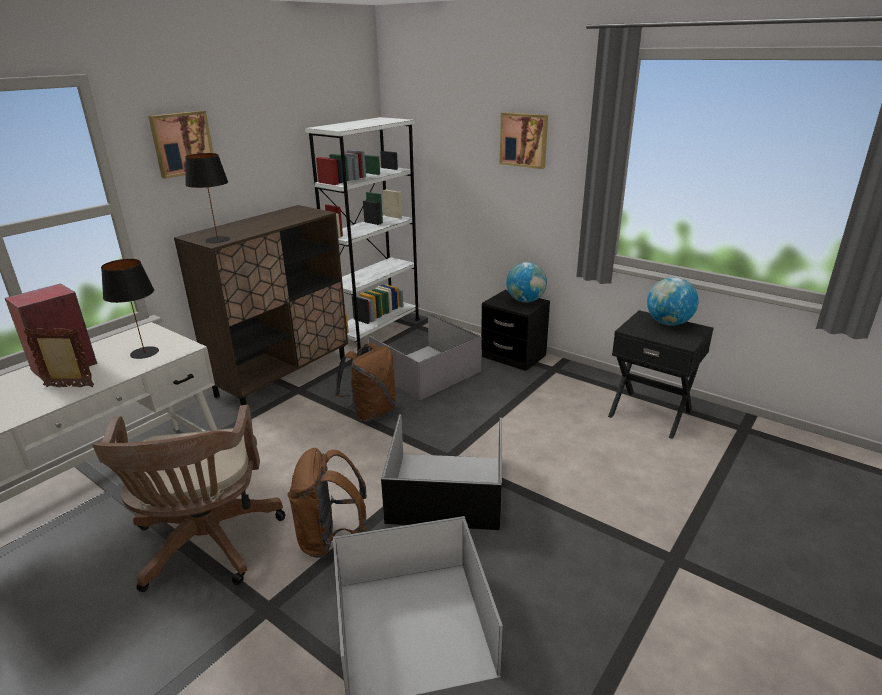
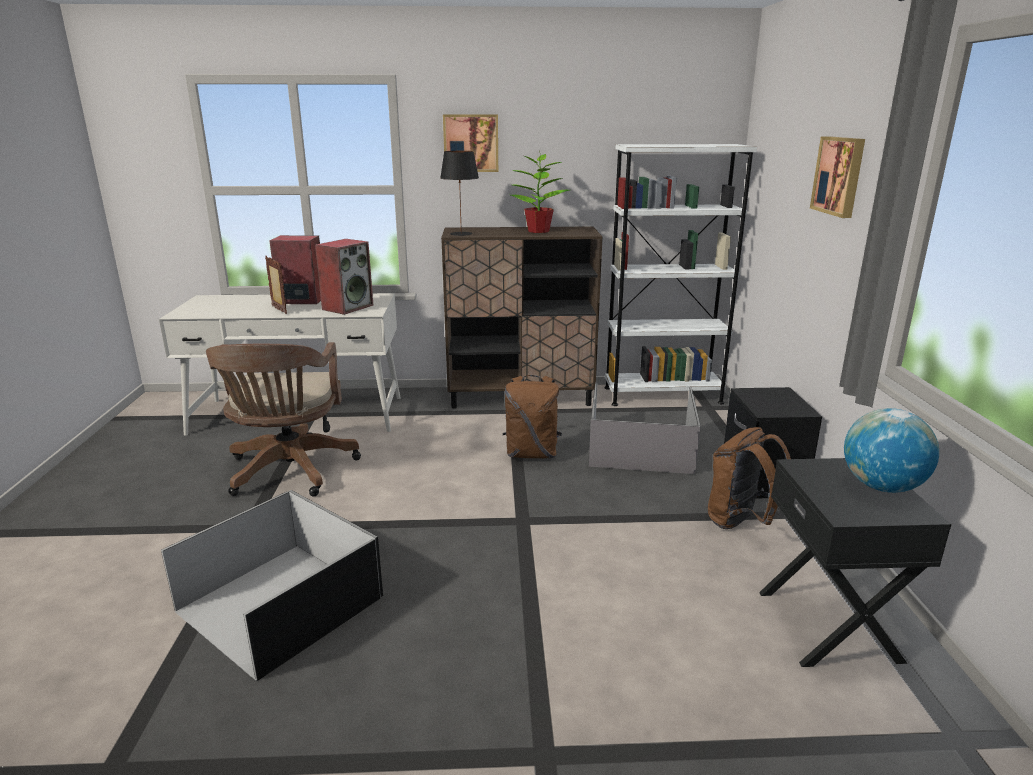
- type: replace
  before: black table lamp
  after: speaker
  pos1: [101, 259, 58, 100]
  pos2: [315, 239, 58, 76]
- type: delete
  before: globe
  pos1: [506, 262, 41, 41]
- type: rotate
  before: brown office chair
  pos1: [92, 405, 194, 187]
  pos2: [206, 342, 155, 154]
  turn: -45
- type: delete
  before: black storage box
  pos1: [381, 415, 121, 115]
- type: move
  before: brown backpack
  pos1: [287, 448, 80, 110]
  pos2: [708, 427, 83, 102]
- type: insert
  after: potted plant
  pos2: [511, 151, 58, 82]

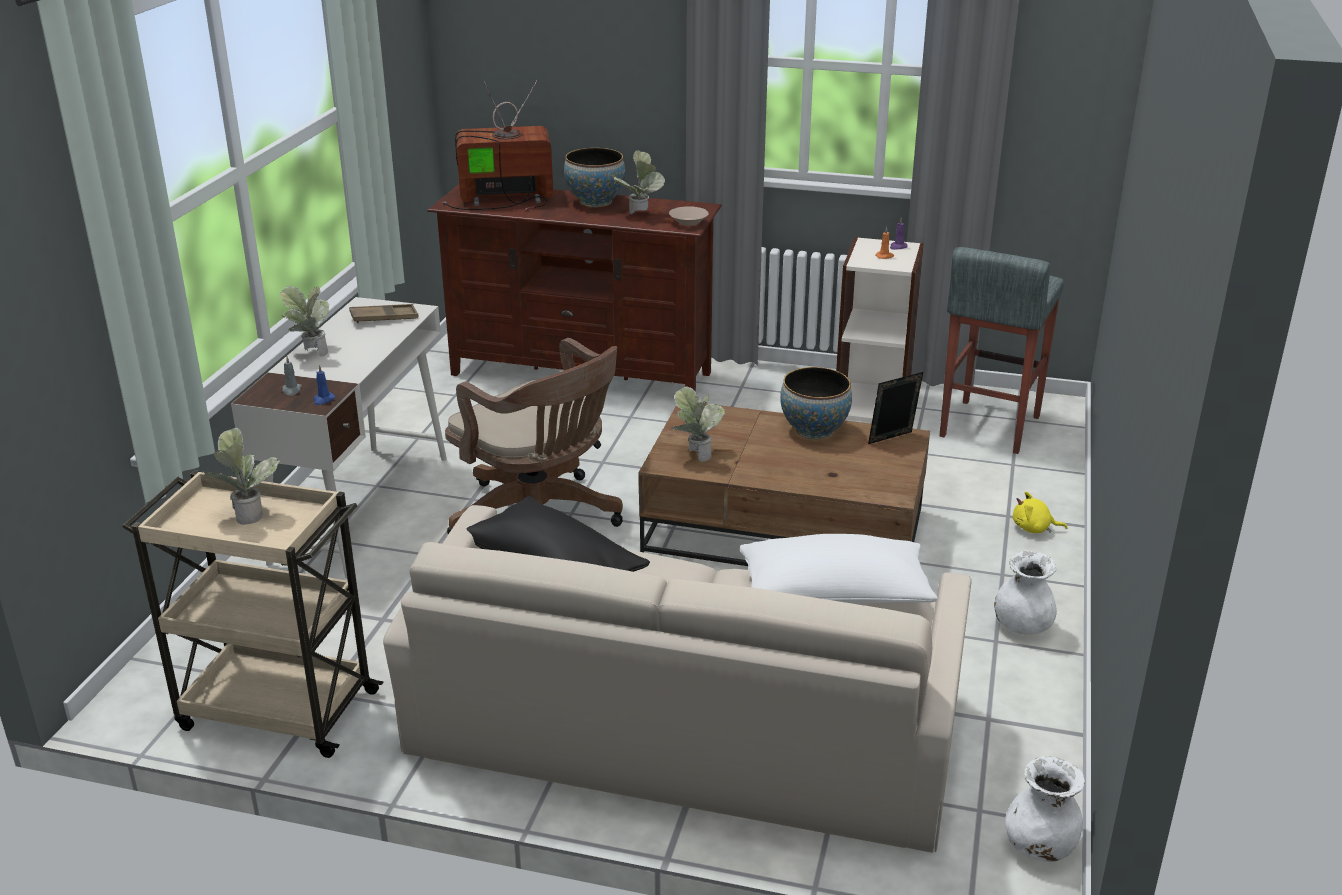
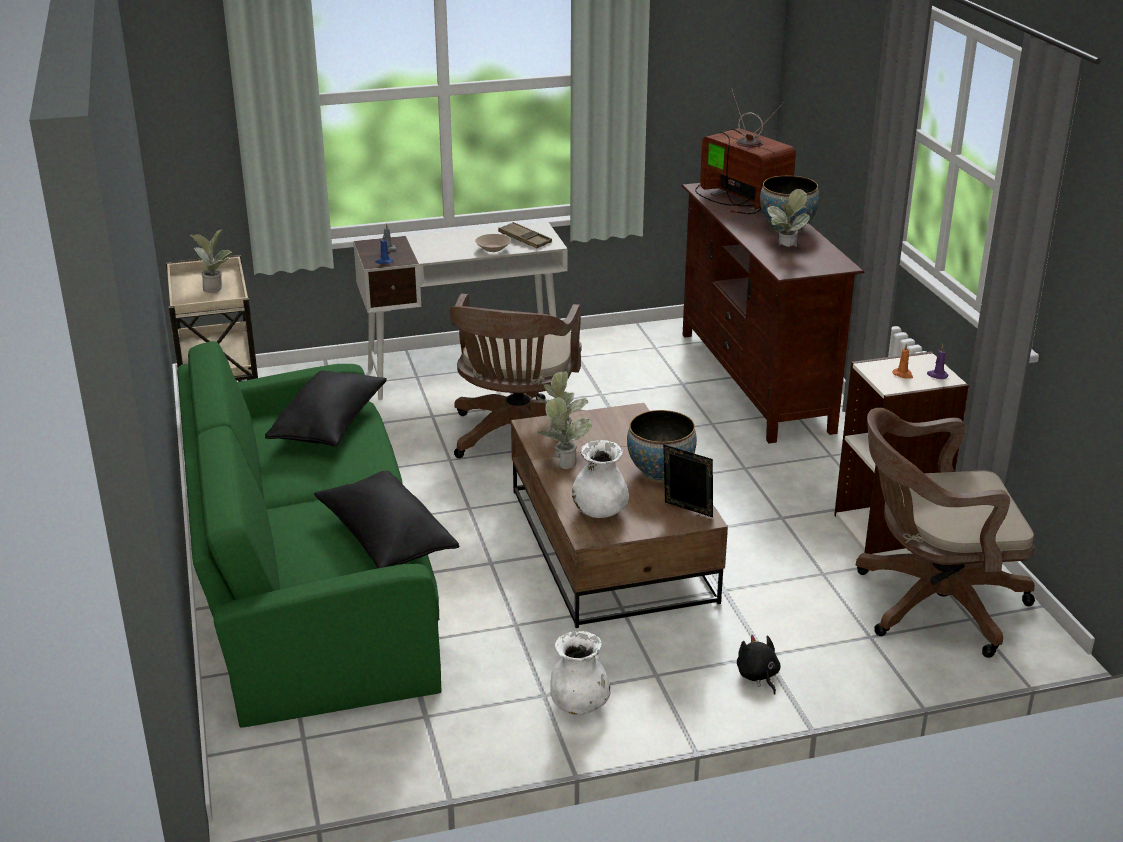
- type: move
  before: beige bowl
  pos1: [669, 206, 40, 20]
  pos2: [475, 234, 36, 18]
- type: replace
  before: grey stool
  after: brown office chair
  pos1: [939, 247, 125, 207]
  pos2: [856, 408, 179, 250]
- type: move
  before: potted plant
  pos1: [280, 286, 49, 70]
  pos2: [538, 397, 54, 72]
- type: recolor
  before: yellow plush toy
  after: black plush toy
  pos1: [1013, 491, 54, 42]
  pos2: [737, 635, 44, 60]
- type: recolor
  before: beige sofa
  after: green sofa
  pos1: [383, 505, 589, 348]
  pos2: [177, 341, 264, 387]
- type: recolor
  before: white pillow
  after: black pillow
  pos1: [740, 534, 198, 70]
  pos2: [314, 471, 146, 98]
- type: move
  before: white vase
  pos1: [1005, 756, 80, 106]
  pos2: [572, 440, 57, 78]

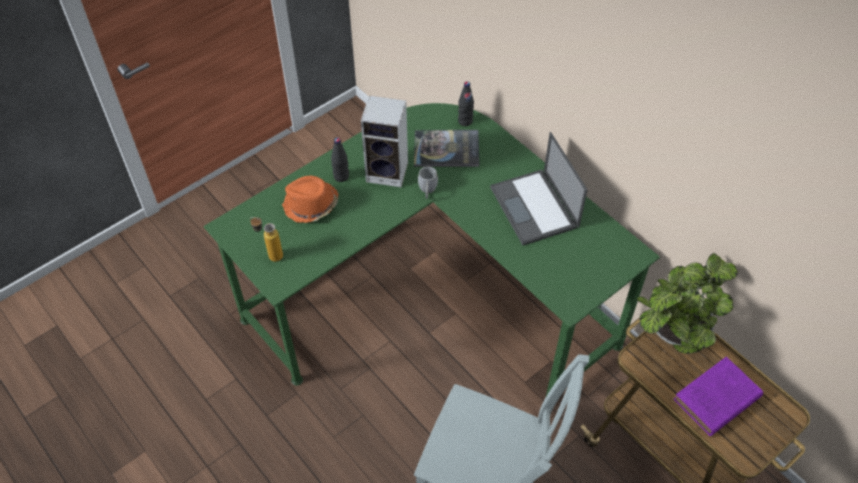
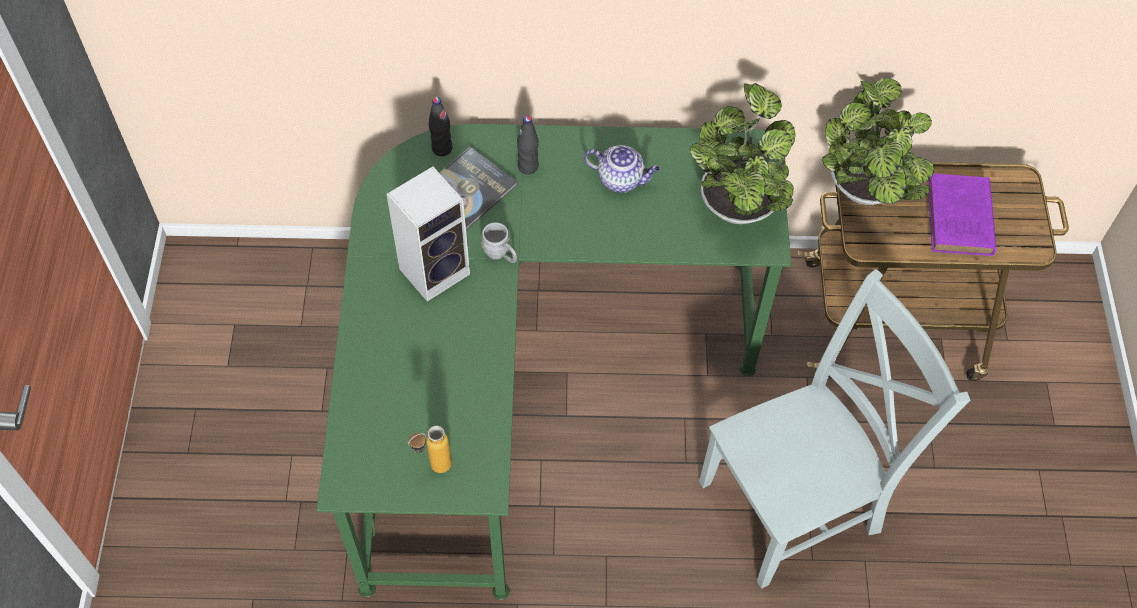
- type: replace
  before: laptop
  after: teapot
  pos1: [490, 132, 98, 114]
  pos2: [584, 145, 76, 48]
- type: move
  before: black bottle
  pos1: [331, 138, 18, 44]
  pos2: [517, 115, 22, 59]
- type: delete
  before: orange hat
  pos1: [282, 176, 56, 47]
- type: insert
  after: potted plant
  pos2: [690, 83, 105, 141]

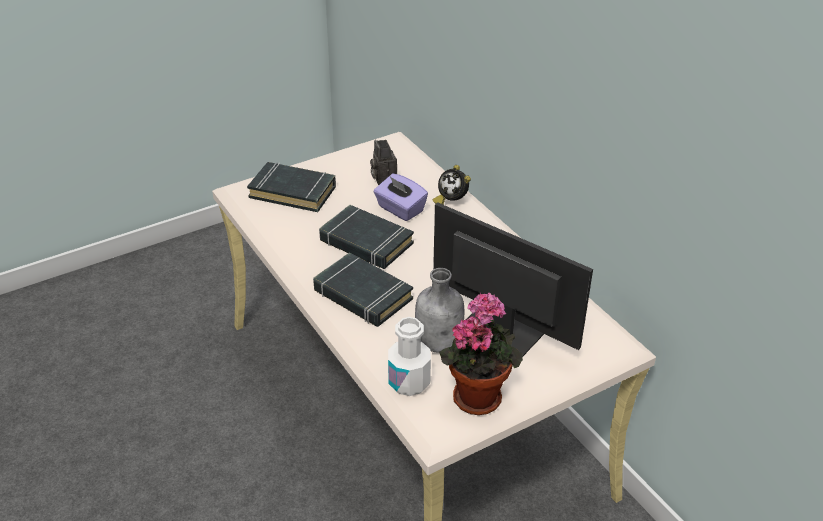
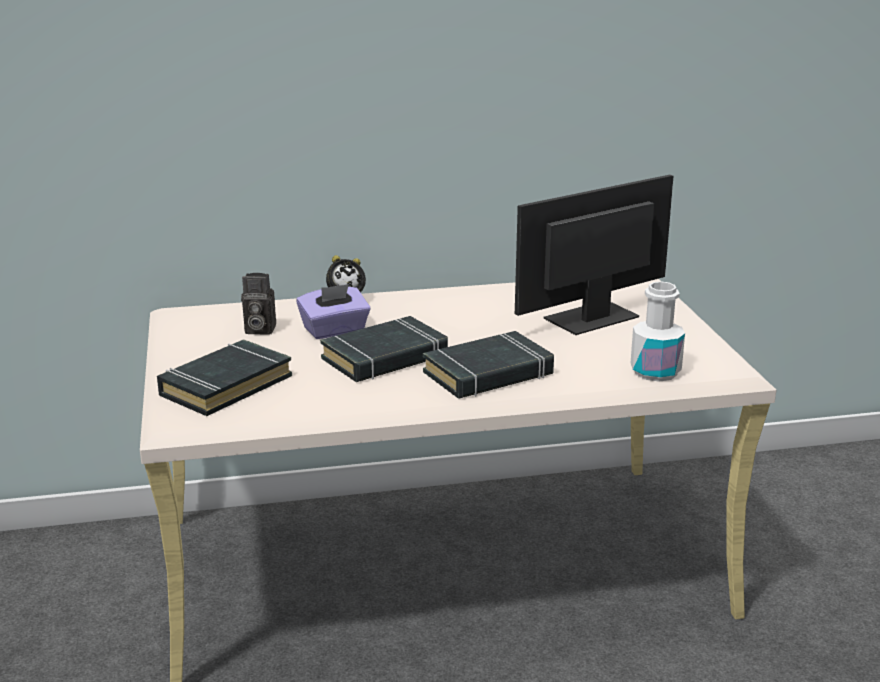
- type: delete
  before: grey bottle
  pos1: [415, 268, 49, 85]
- type: delete
  before: potted plant
  pos1: [439, 293, 84, 122]

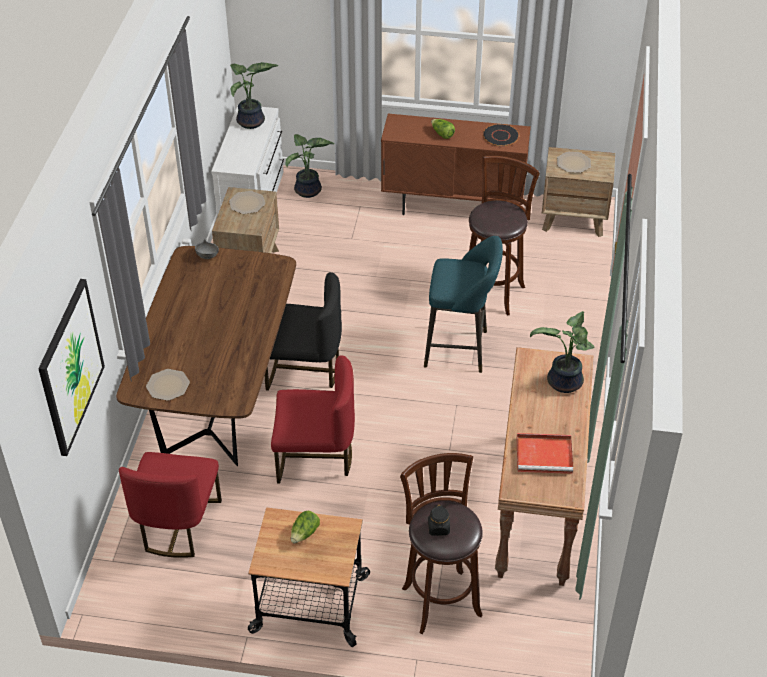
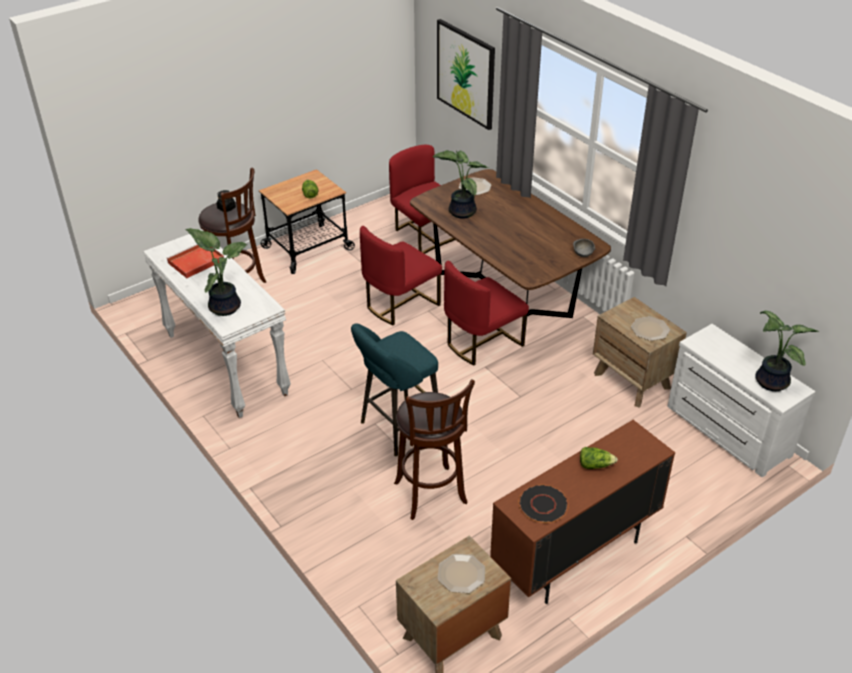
- type: move
  before: potted plant
  pos1: [286, 134, 48, 64]
  pos2: [433, 150, 56, 69]
- type: recolor
  before: black chair
  after: red chair
  pos1: [264, 272, 78, 119]
  pos2: [444, 261, 85, 104]
- type: recolor
  before: brown console table
  after: white console table
  pos1: [495, 347, 98, 239]
  pos2: [143, 229, 148, 189]

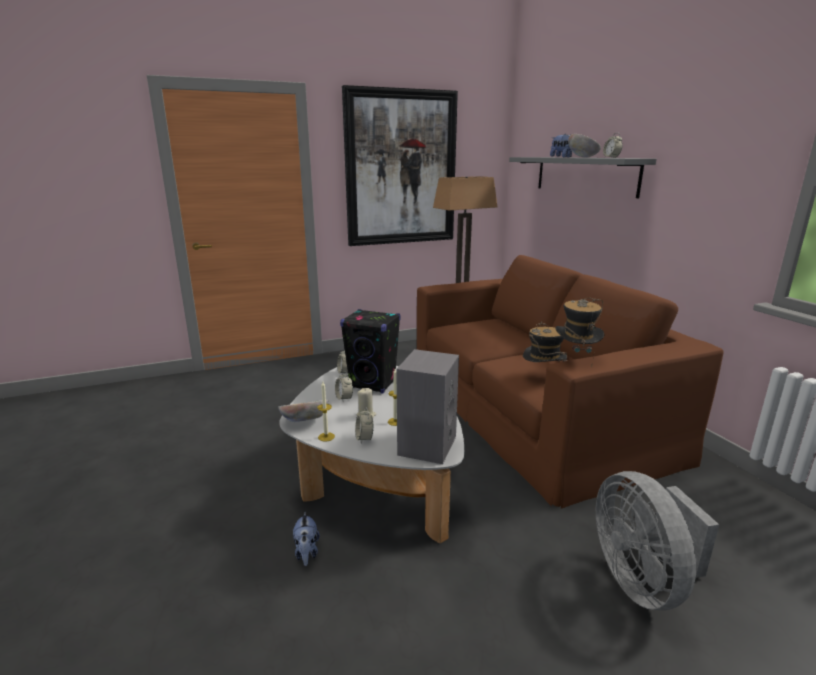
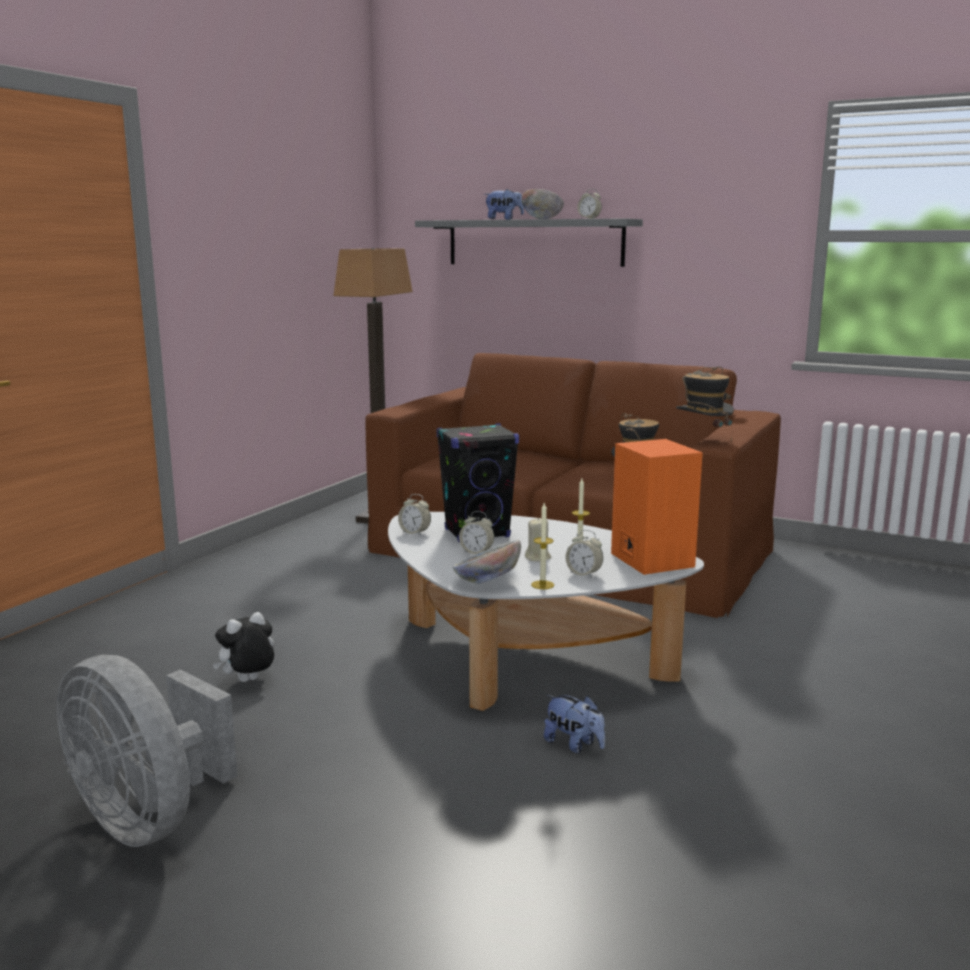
- type: delete
  before: picture
  pos1: [342, 85, 116, 161]
- type: recolor
  before: grey speaker
  after: orange speaker
  pos1: [397, 349, 62, 115]
  pos2: [611, 439, 92, 136]
- type: move
  before: grey fan
  pos1: [596, 471, 123, 140]
  pos2: [57, 655, 180, 192]
- type: insert
  after: plush toy
  pos2: [213, 612, 61, 70]

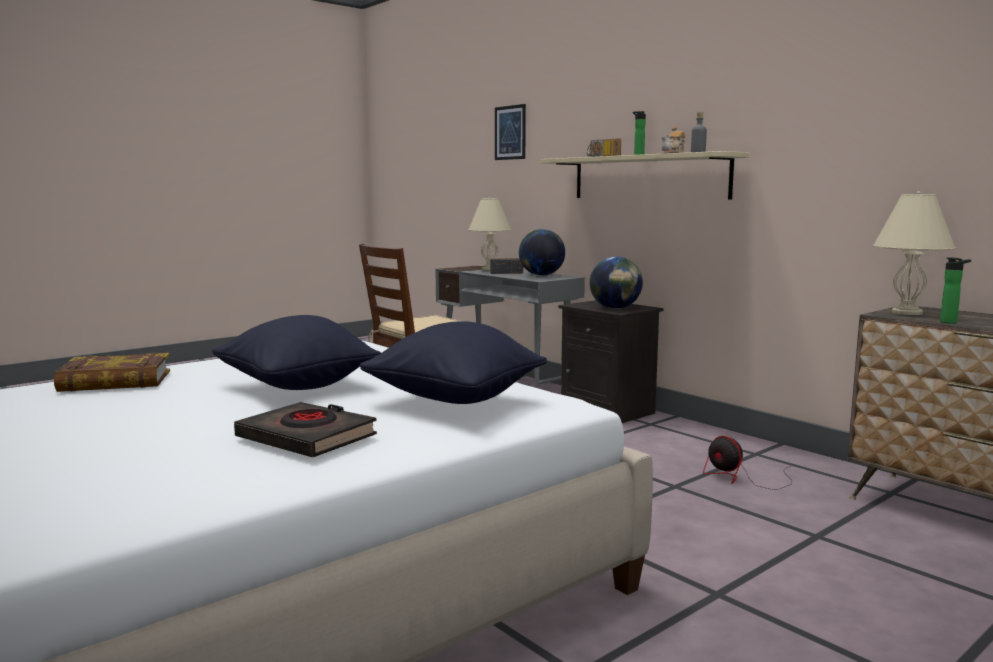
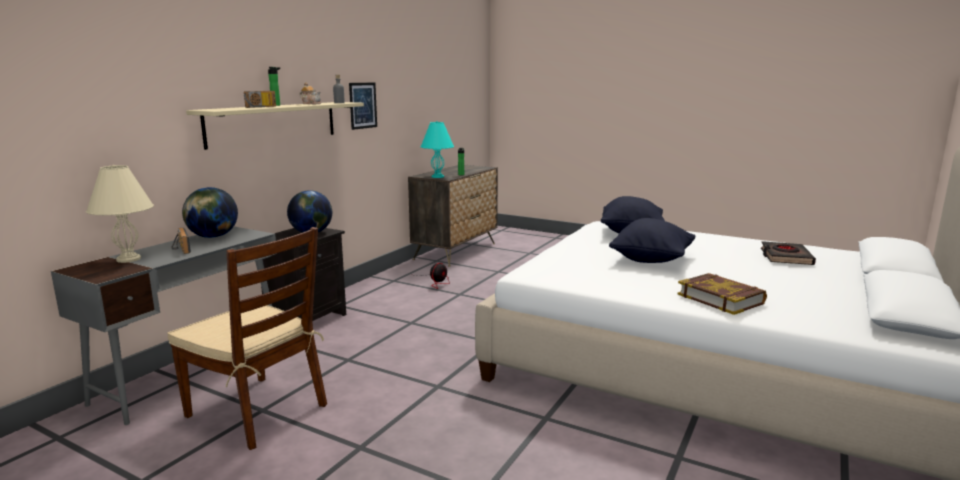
- type: move
  before: picture
  pos1: [495, 104, 31, 56]
  pos2: [349, 82, 28, 48]
- type: recolor
  before: beige table lamp
  after: turquoise table lamp
  pos1: [873, 191, 83, 124]
  pos2: [421, 121, 33, 57]
- type: move
  before: black book
  pos1: [234, 402, 143, 55]
  pos2: [761, 241, 55, 24]

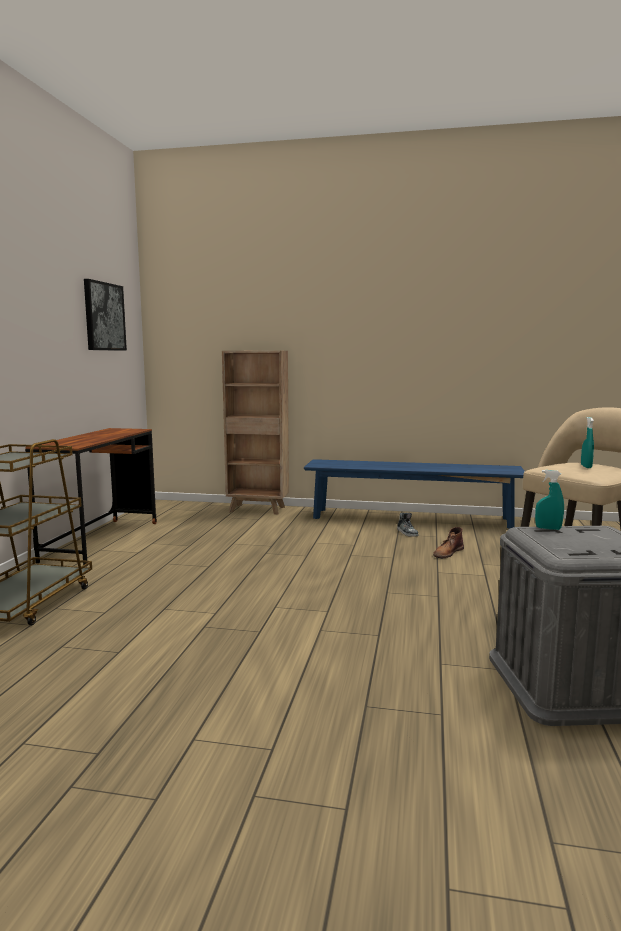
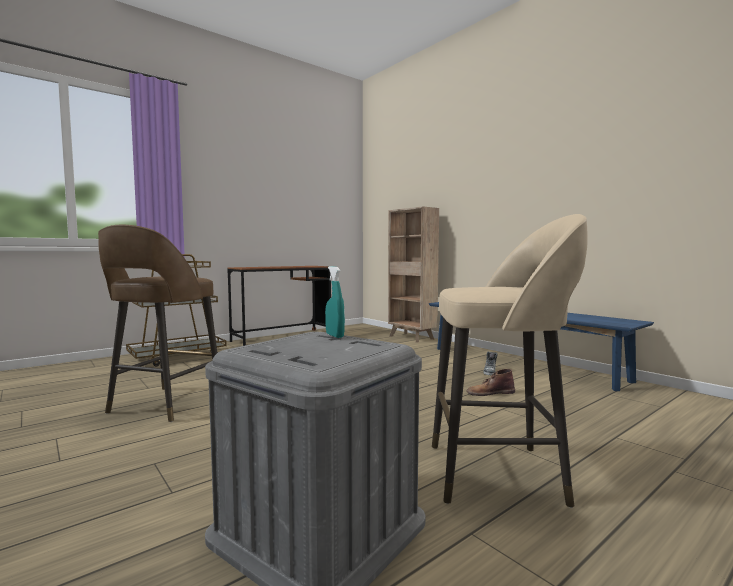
- type: delete
  before: picture
  pos1: [84, 279, 43, 72]
- type: delete
  before: turquoise spray bottle
  pos1: [581, 417, 13, 51]
- type: insert
  after: brown stool
  pos2: [98, 225, 119, 197]

